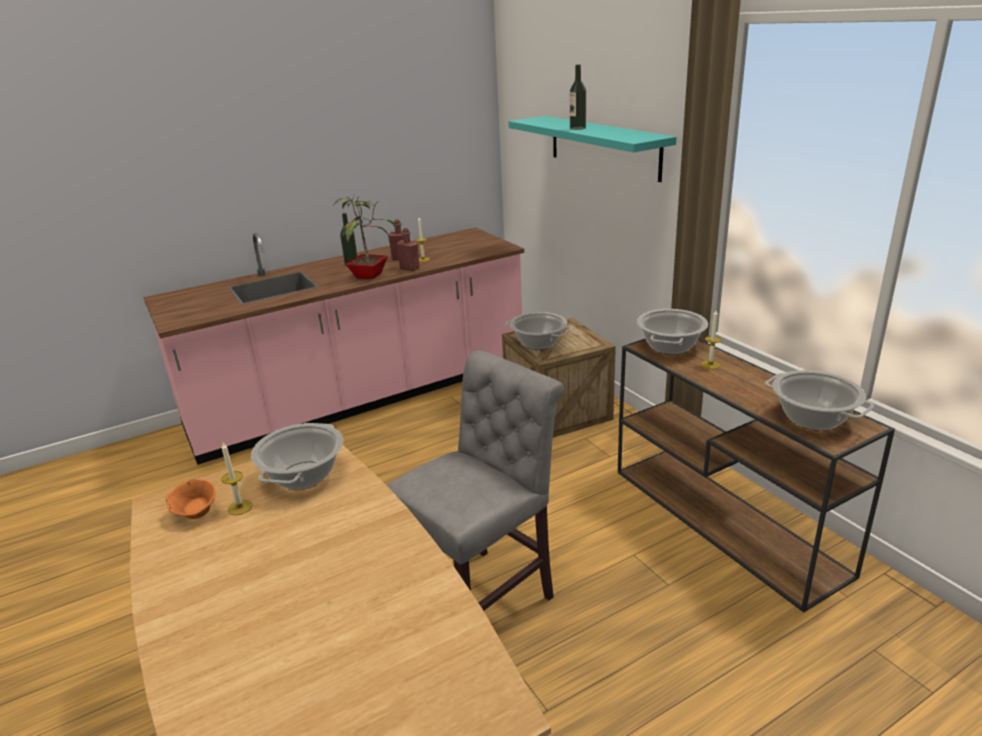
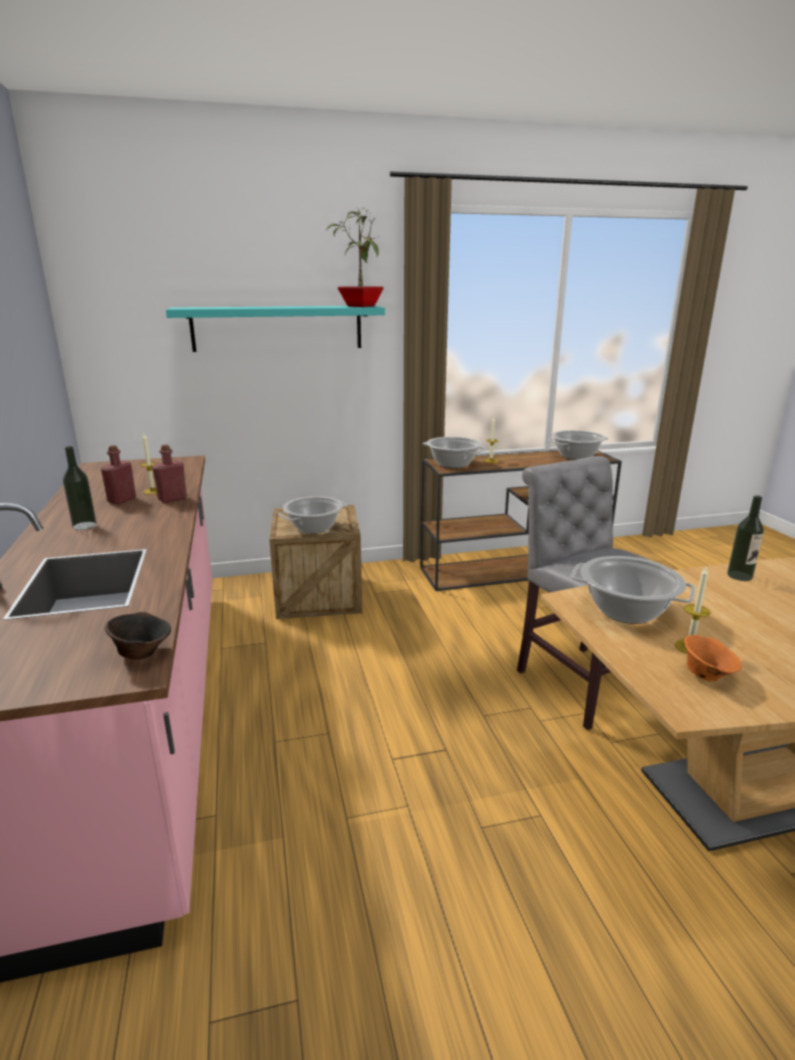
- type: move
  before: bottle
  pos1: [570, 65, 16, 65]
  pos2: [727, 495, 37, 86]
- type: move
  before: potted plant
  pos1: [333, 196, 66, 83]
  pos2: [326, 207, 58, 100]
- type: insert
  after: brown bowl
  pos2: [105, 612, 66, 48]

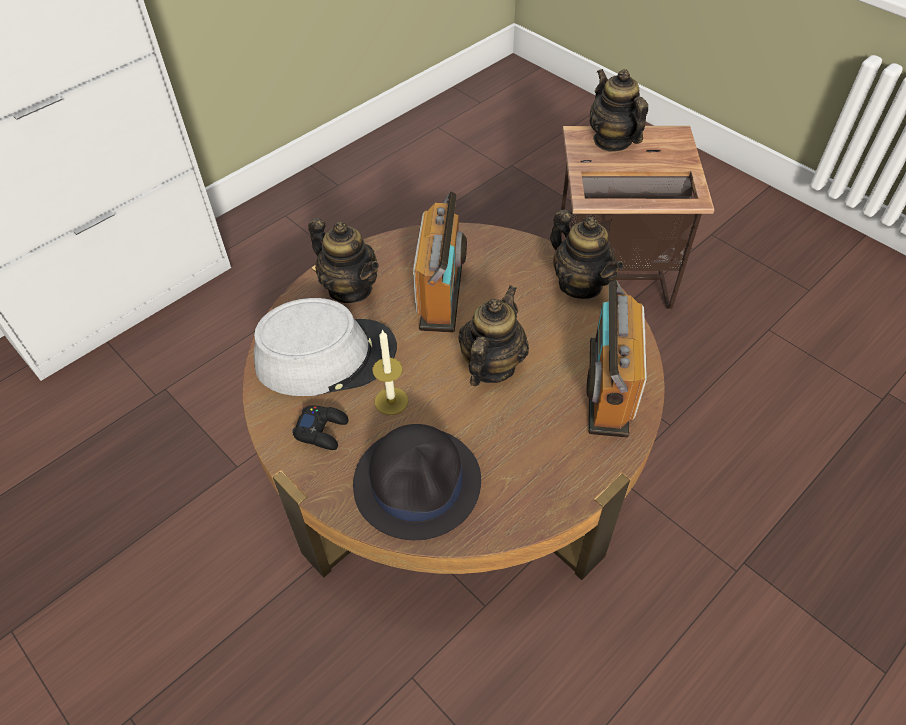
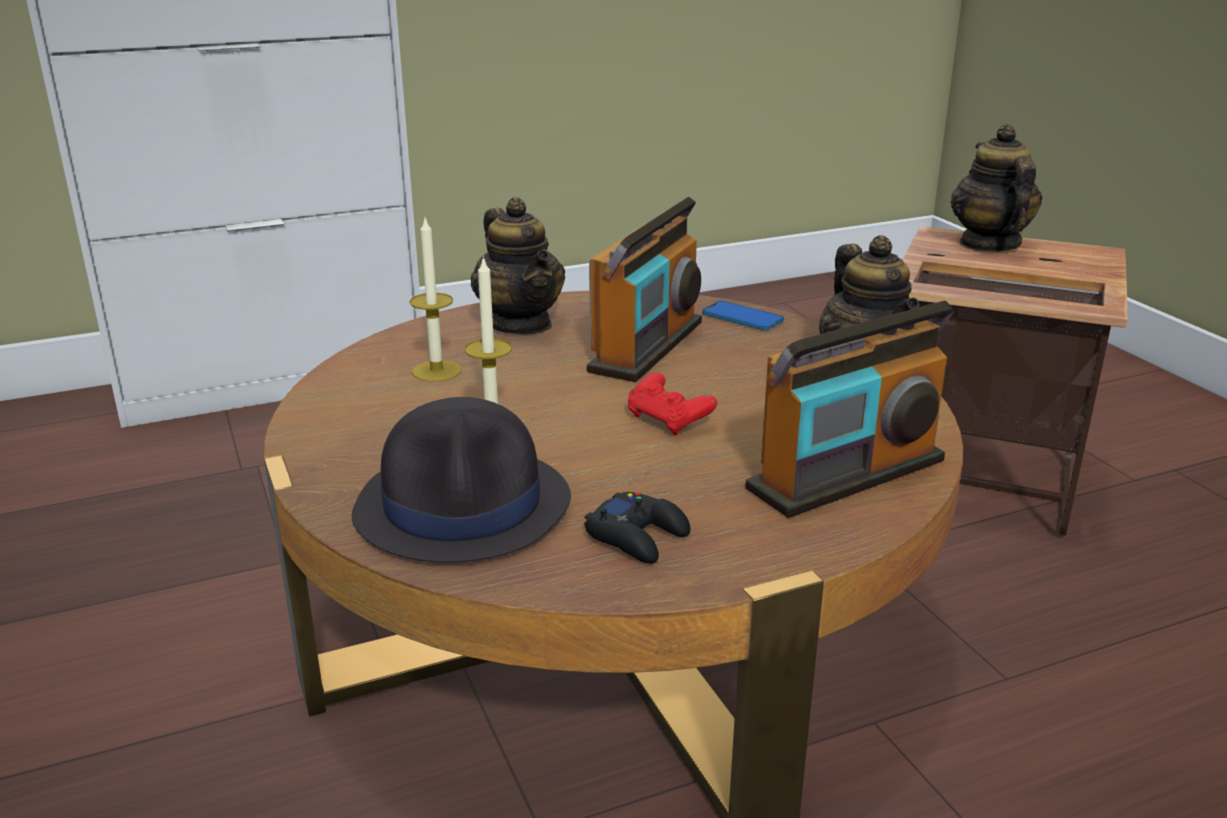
- type: rotate
  before: radio
  pos1: [586, 280, 61, 158]
  pos2: [745, 301, 209, 217]
  turn: -150
- type: replace
  before: teapot
  after: red game controller
  pos1: [458, 285, 71, 101]
  pos2: [628, 373, 89, 62]
- type: replace
  before: grey hat
  after: candle
  pos1: [254, 298, 143, 98]
  pos2: [410, 218, 52, 164]
- type: move
  before: black game controller
  pos1: [292, 405, 57, 45]
  pos2: [584, 492, 106, 72]
- type: insert
  after: phone
  pos2: [702, 301, 82, 29]

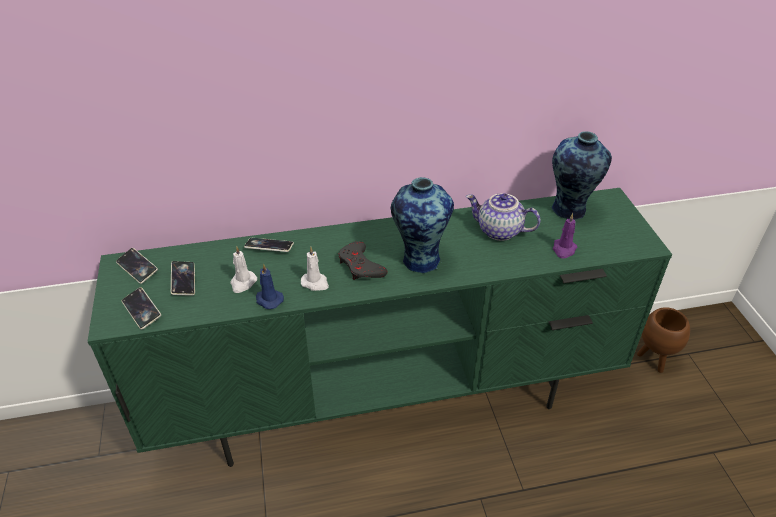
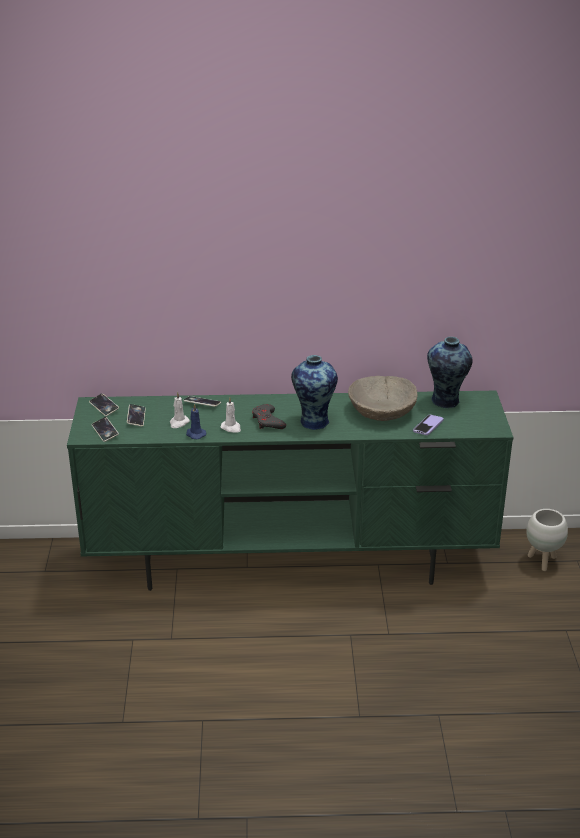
- type: replace
  before: teapot
  after: beige bowl
  pos1: [466, 193, 75, 48]
  pos2: [348, 376, 70, 45]
- type: replace
  before: purple candle
  after: phone
  pos1: [553, 213, 24, 46]
  pos2: [413, 415, 31, 20]
- type: recolor
  before: brown planter
  after: white planter
  pos1: [637, 307, 53, 66]
  pos2: [526, 509, 42, 62]

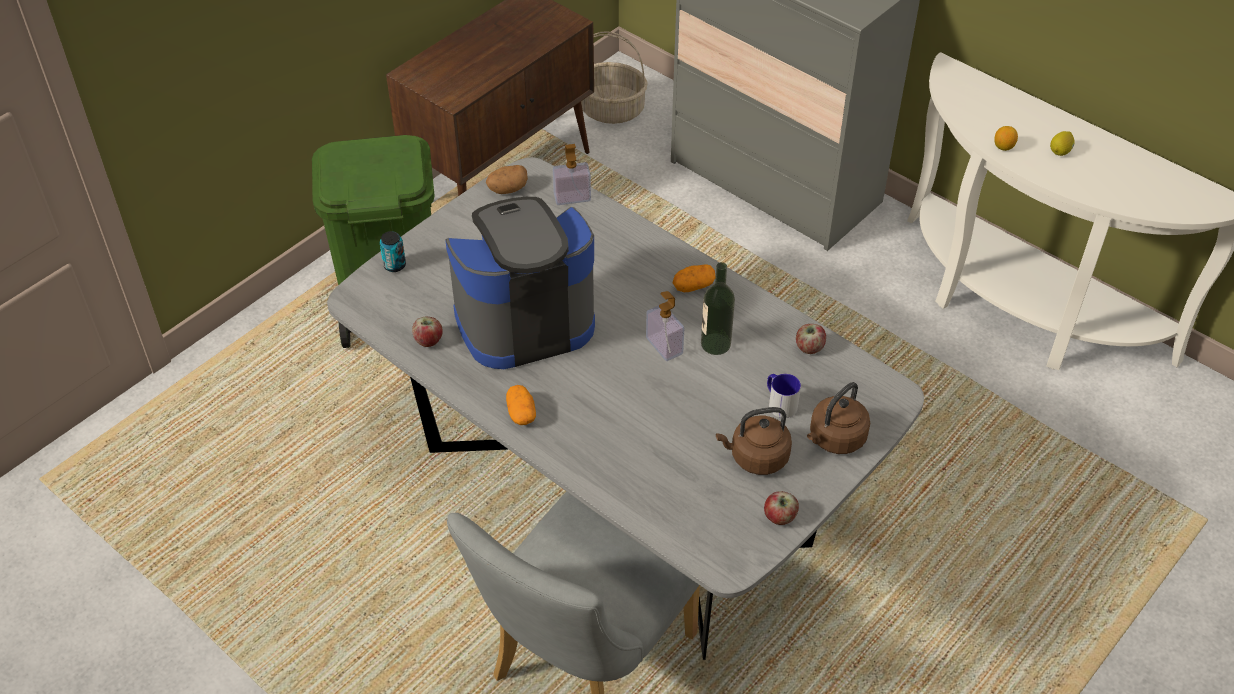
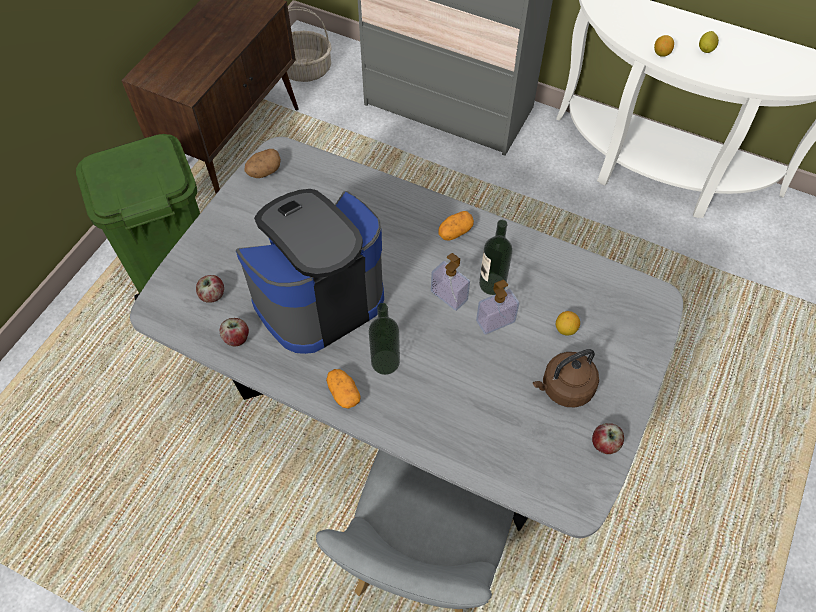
- type: move
  before: soap dispenser
  pos1: [553, 144, 38, 61]
  pos2: [476, 280, 43, 54]
- type: delete
  before: can
  pos1: [380, 231, 26, 41]
- type: move
  before: apple
  pos1: [796, 324, 30, 30]
  pos2: [196, 275, 28, 28]
- type: replace
  before: mug
  after: lemon
  pos1: [767, 374, 34, 44]
  pos2: [556, 311, 24, 25]
- type: delete
  before: brown kettle
  pos1: [807, 382, 63, 72]
- type: insert
  after: bottle
  pos2: [369, 303, 31, 72]

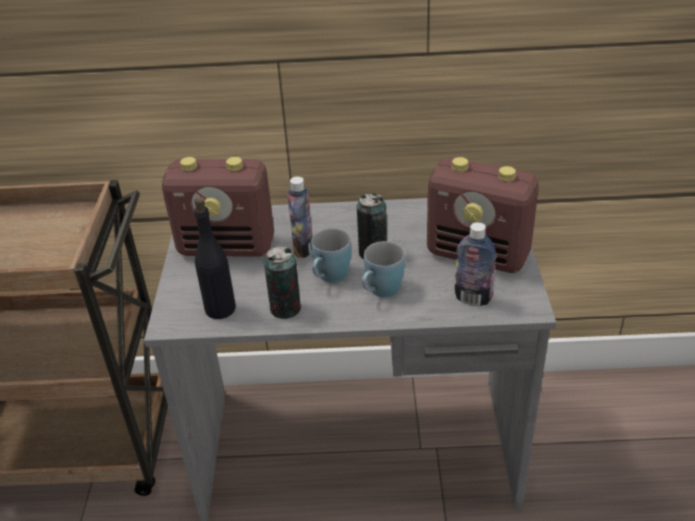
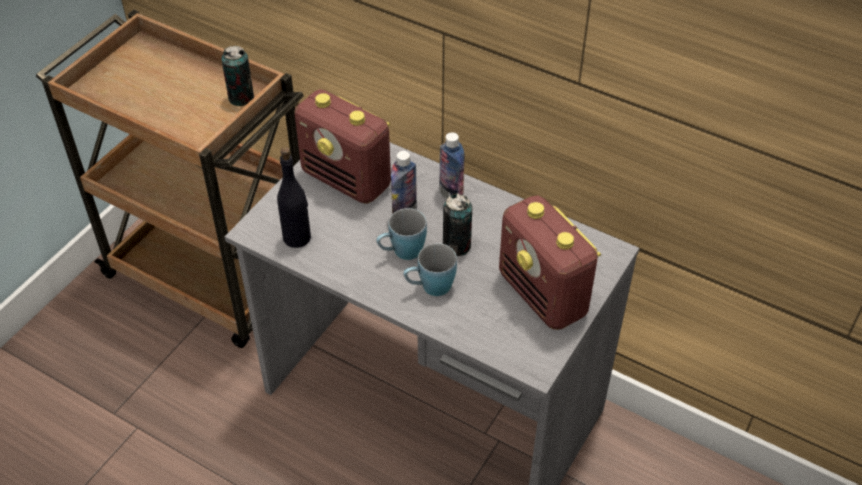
- type: move
  before: bottle
  pos1: [455, 222, 41, 84]
  pos2: [439, 132, 25, 68]
- type: move
  before: can
  pos1: [264, 246, 37, 73]
  pos2: [221, 46, 33, 60]

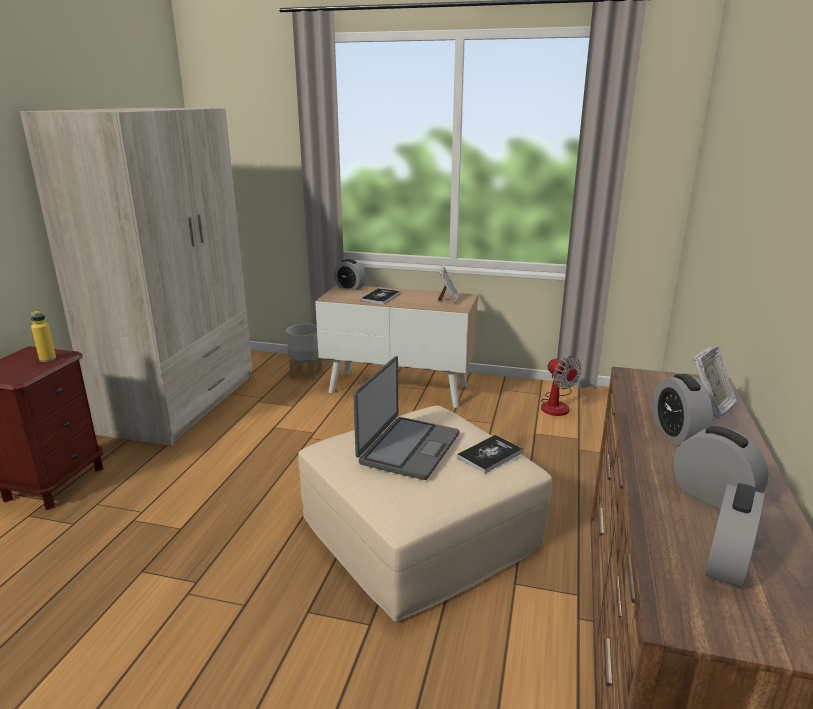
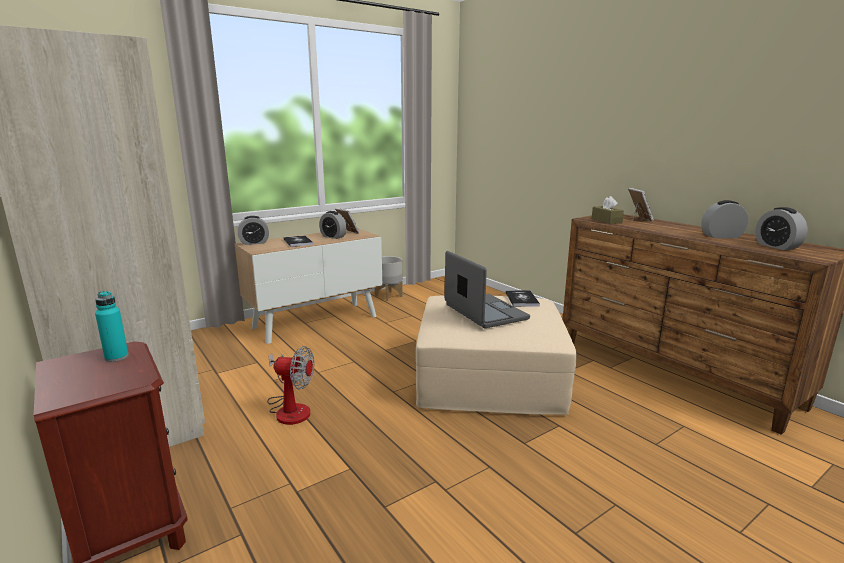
- type: recolor
  before: yellow bottle
  after: turquoise bottle
  pos1: [31, 310, 25, 52]
  pos2: [95, 291, 34, 71]
- type: move
  before: grey planter
  pos1: [286, 324, 36, 55]
  pos2: [375, 256, 28, 45]
- type: move
  before: fan
  pos1: [541, 356, 41, 60]
  pos2: [267, 346, 47, 79]
- type: move
  before: alarm clock
  pos1: [653, 374, 60, 72]
  pos2: [319, 211, 28, 28]
- type: insert
  after: brown tissue box
  pos2: [592, 196, 32, 28]

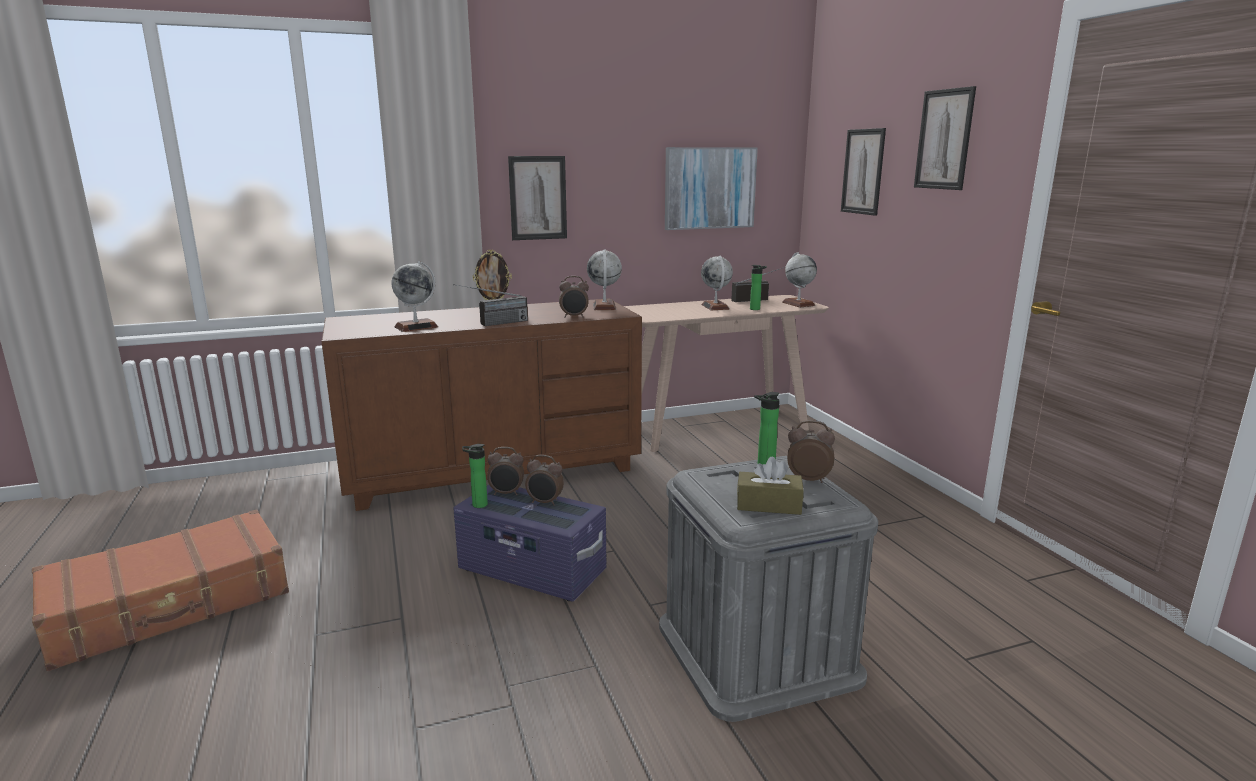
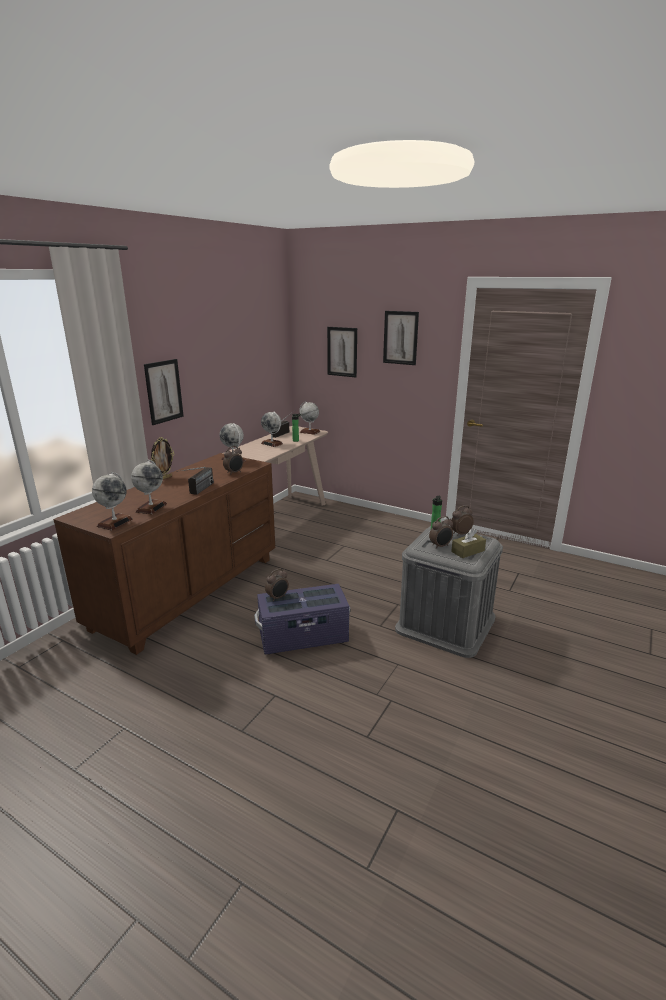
- type: delete
  before: picture
  pos1: [665, 147, 93, 83]
- type: delete
  before: bottle
  pos1: [462, 444, 26, 64]
- type: move
  before: alarm clock
  pos1: [525, 455, 39, 51]
  pos2: [429, 516, 24, 33]
- type: delete
  before: brown suitcase
  pos1: [32, 509, 257, 162]
- type: insert
  after: globe
  pos2: [92, 472, 41, 58]

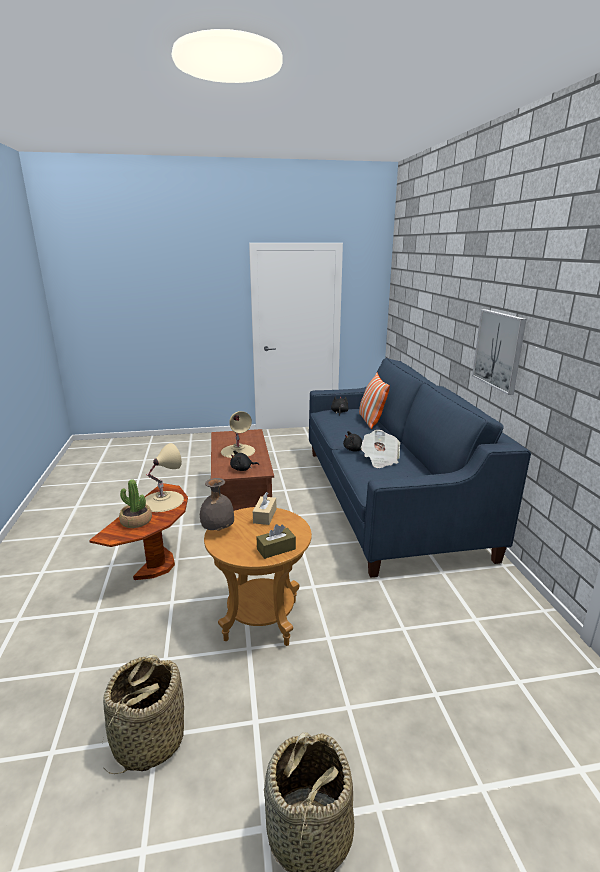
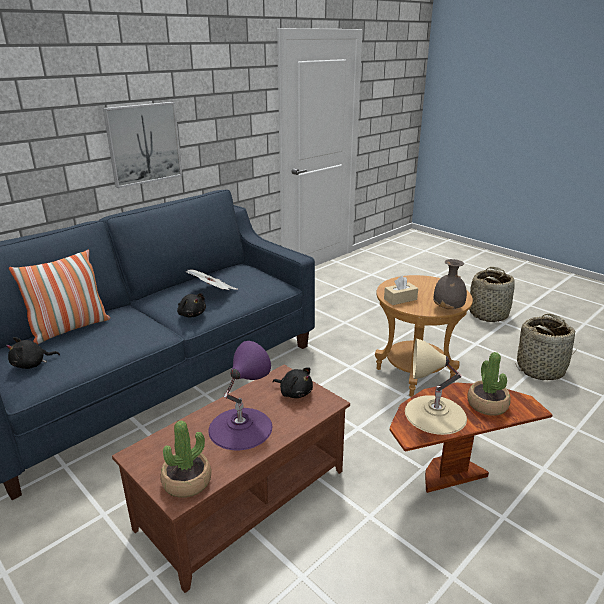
- type: recolor
  before: beige table lamp
  after: purple table lamp
  pos1: [221, 411, 34, 47]
  pos2: [208, 341, 64, 109]
- type: delete
  before: brown tissue box
  pos1: [257, 524, 39, 35]
- type: insert
  after: potted plant
  pos2: [160, 420, 51, 78]

